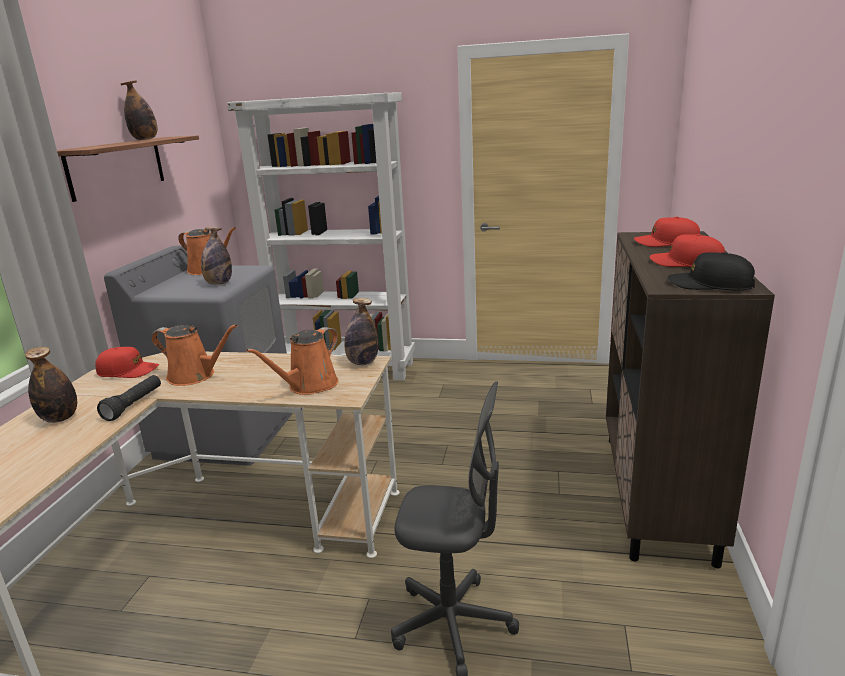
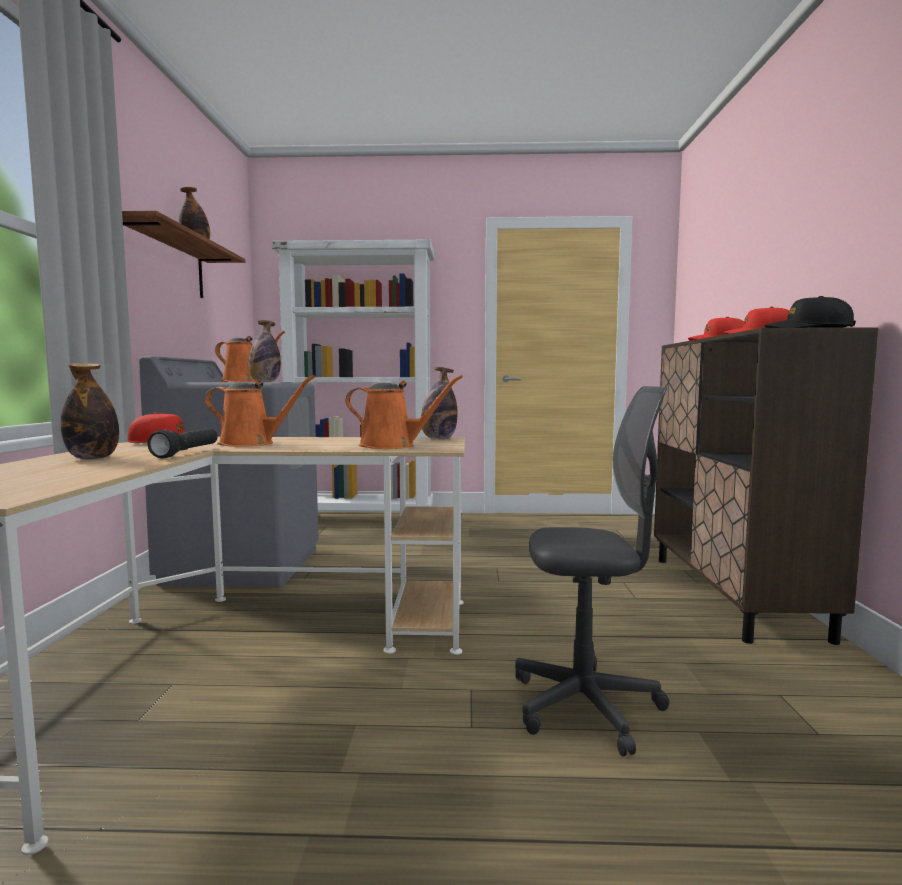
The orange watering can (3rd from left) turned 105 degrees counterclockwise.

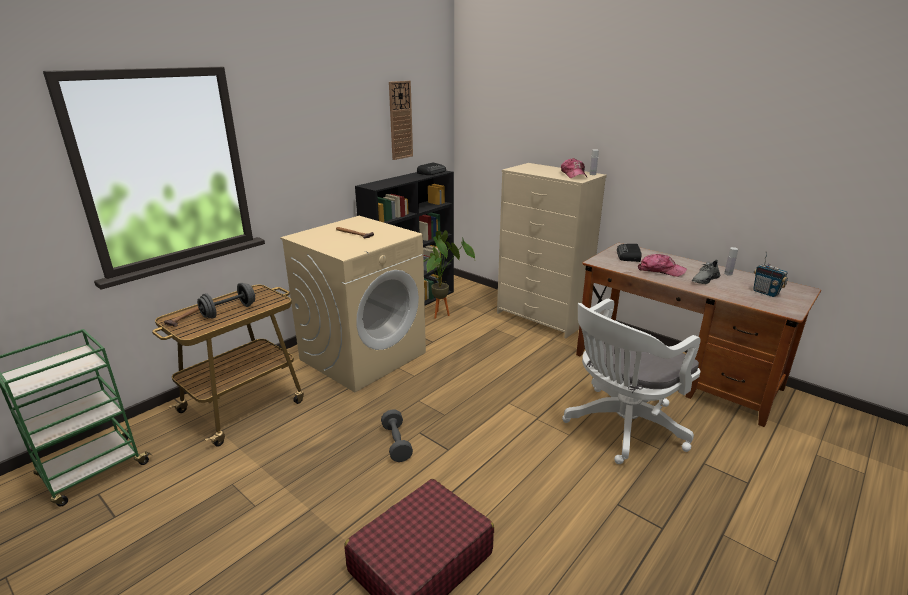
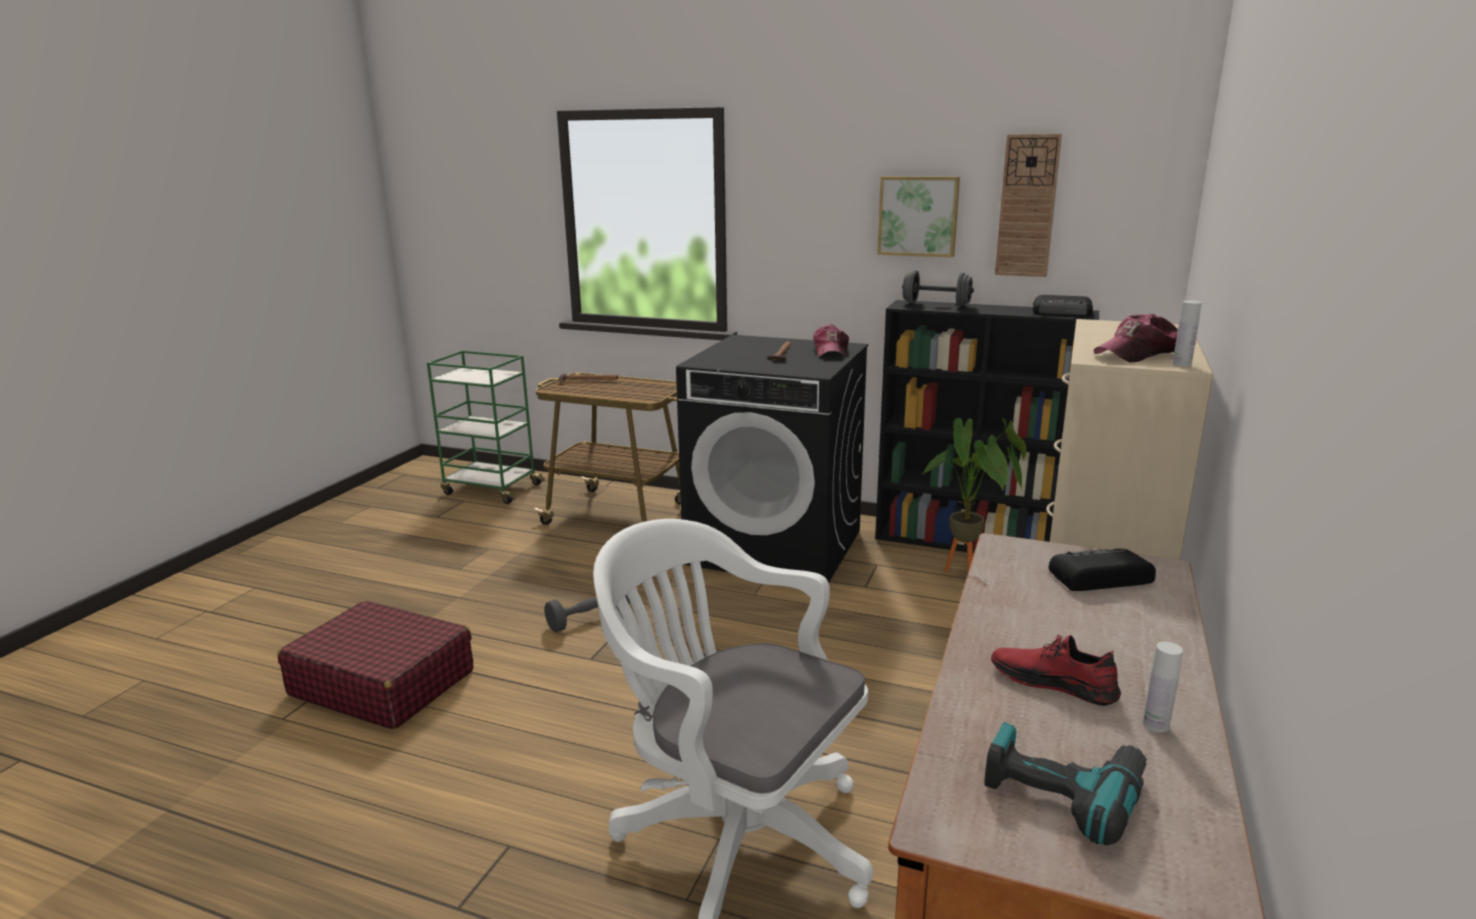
The picture appeared. The grey dumbbell (1st from left in the first image) moved. The cap (2nd from left in the first image) moved. The radio (3rd from left) was replaced by the power drill. The beige washing machine became the black washing machine. The grey shoe became the red shoe.

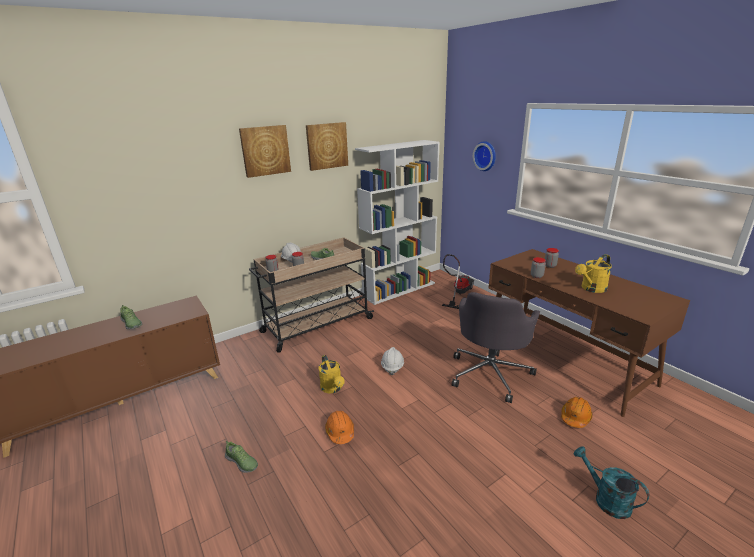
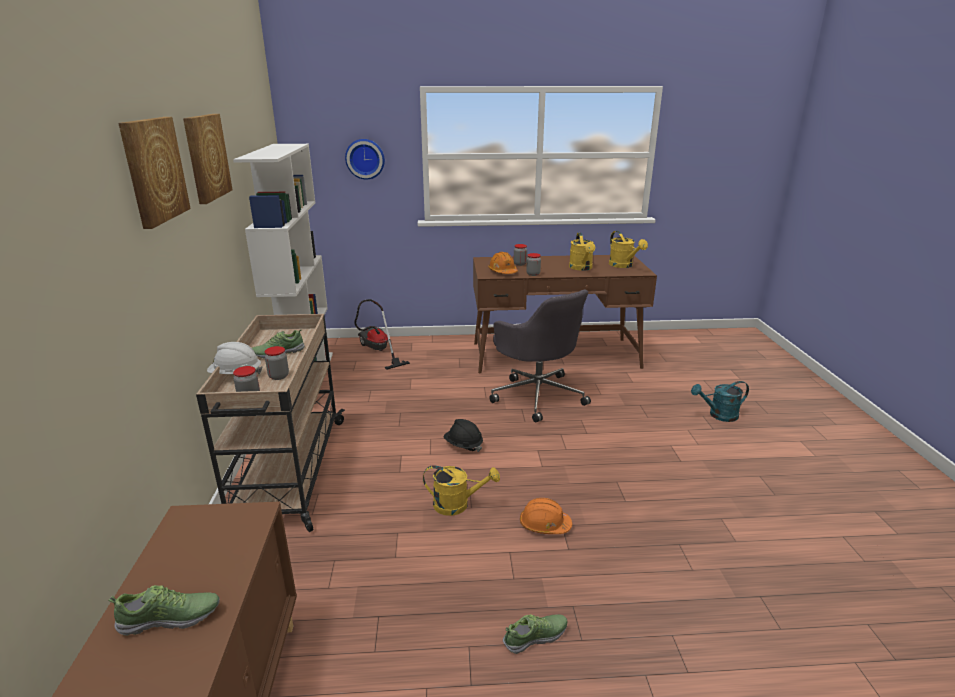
The yellow watering can (3rd from left) appeared. The orange hard hat (2nd from left in the first image) moved. The white hard hat (2nd from left) became the black hard hat.

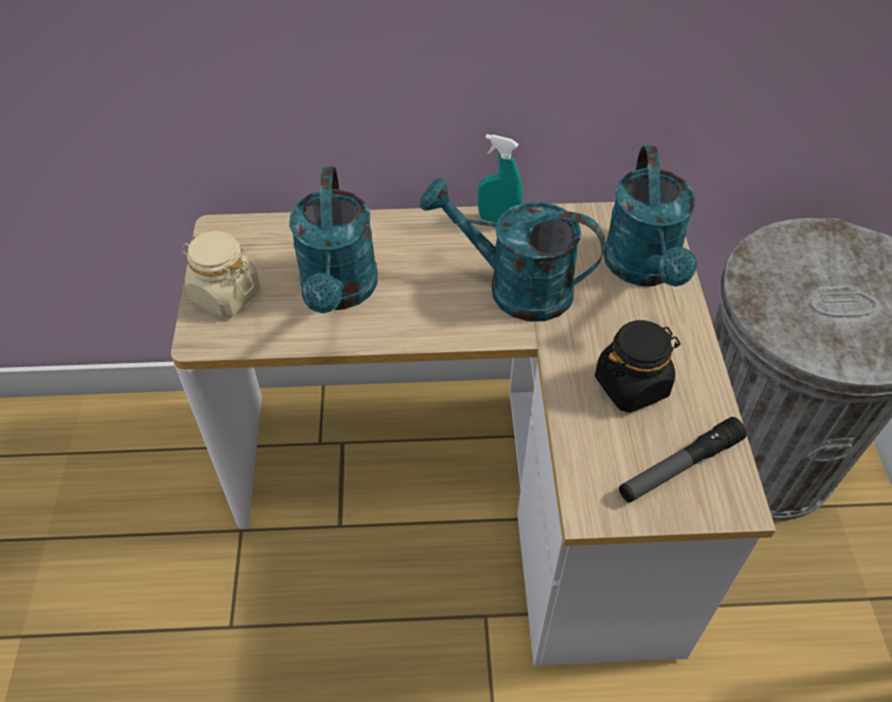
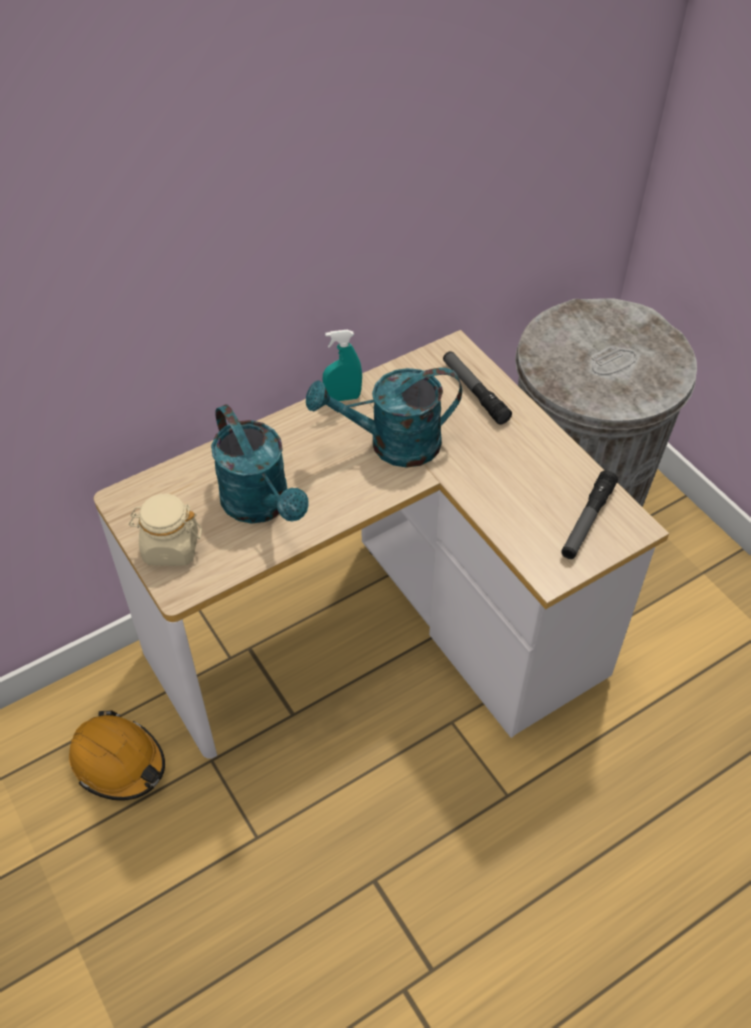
The black jar disappeared. The orange hard hat appeared. The turquoise watering can (3rd from left) was replaced by the flashlight (1st from left).

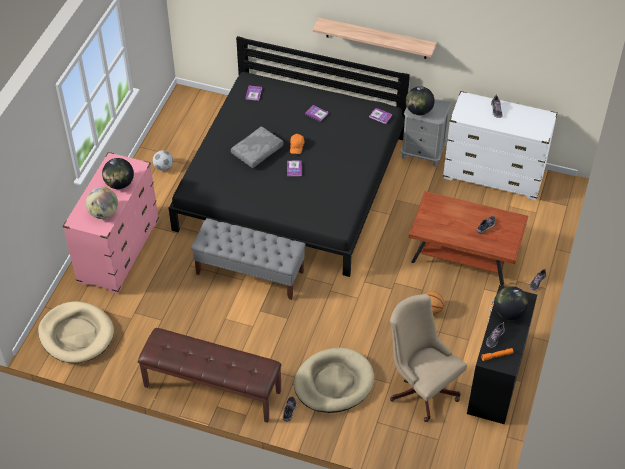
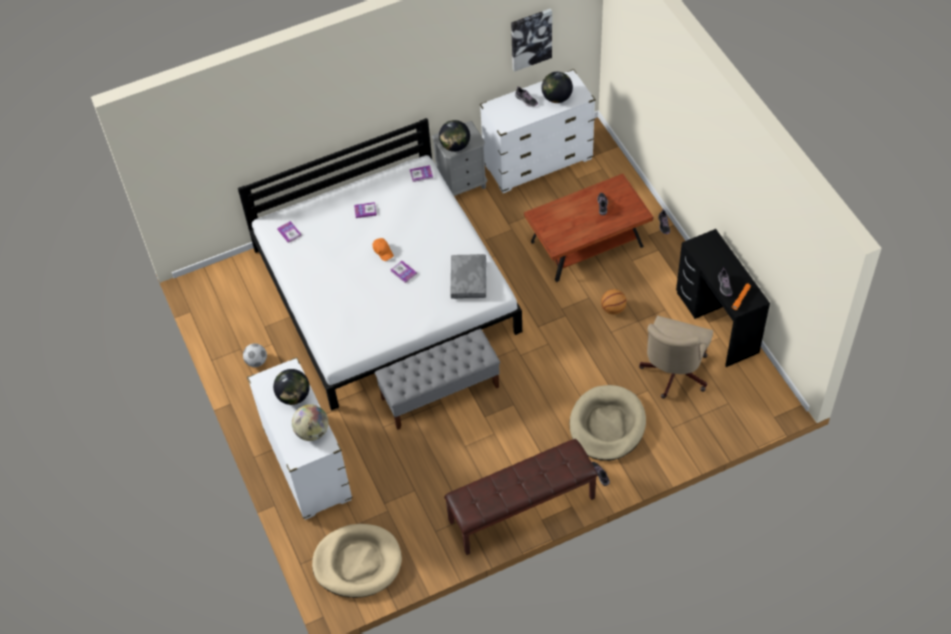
The shelf disappeared. The picture appeared. The grey pillow moved. The globe (4th from left) moved. The pink dresser became the white dresser (1st from left). The black bed became the white bed. The beige office chair turned 75 degrees counterclockwise.

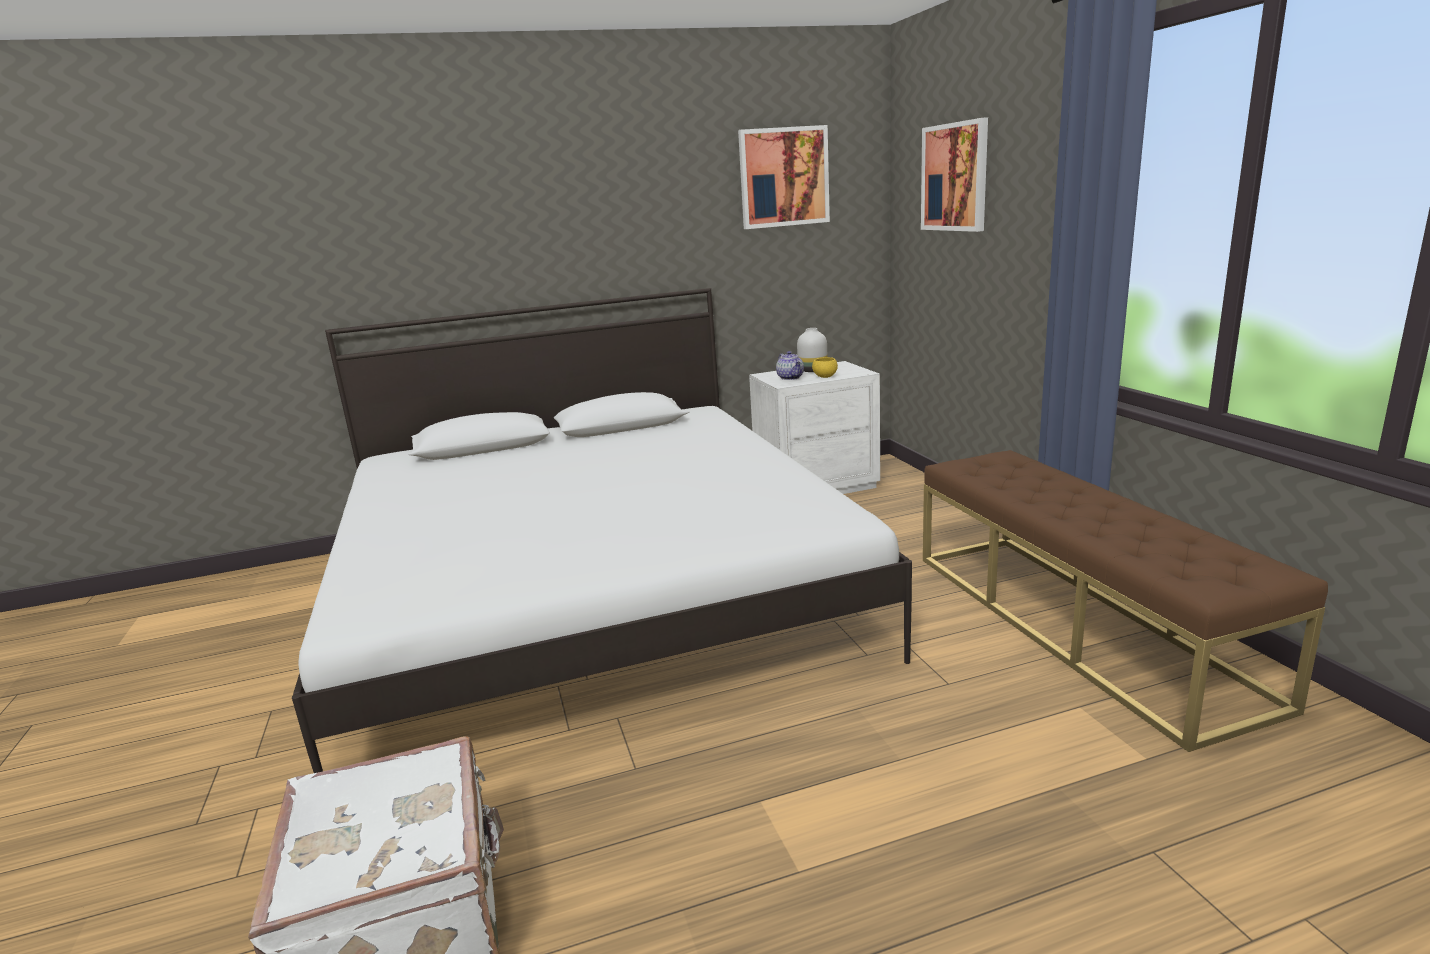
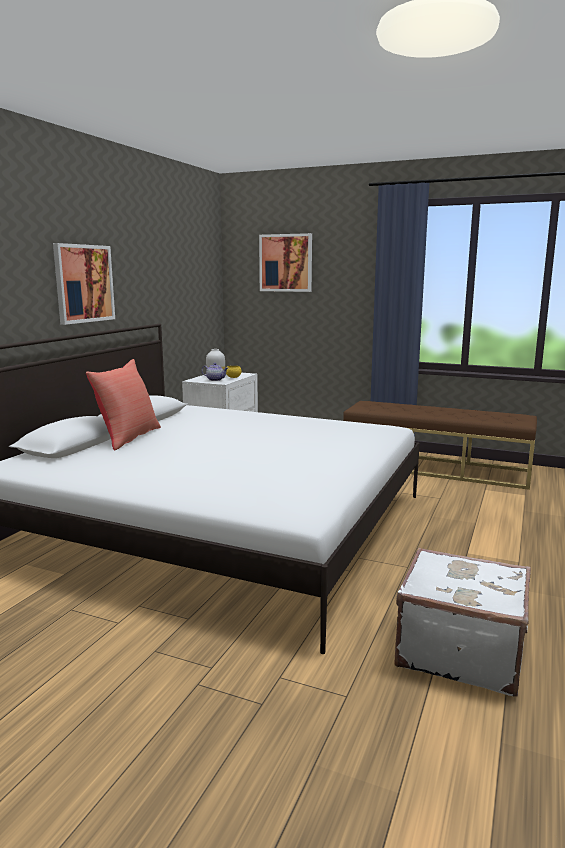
The red pillow appeared. The picture (1st from left) moved.

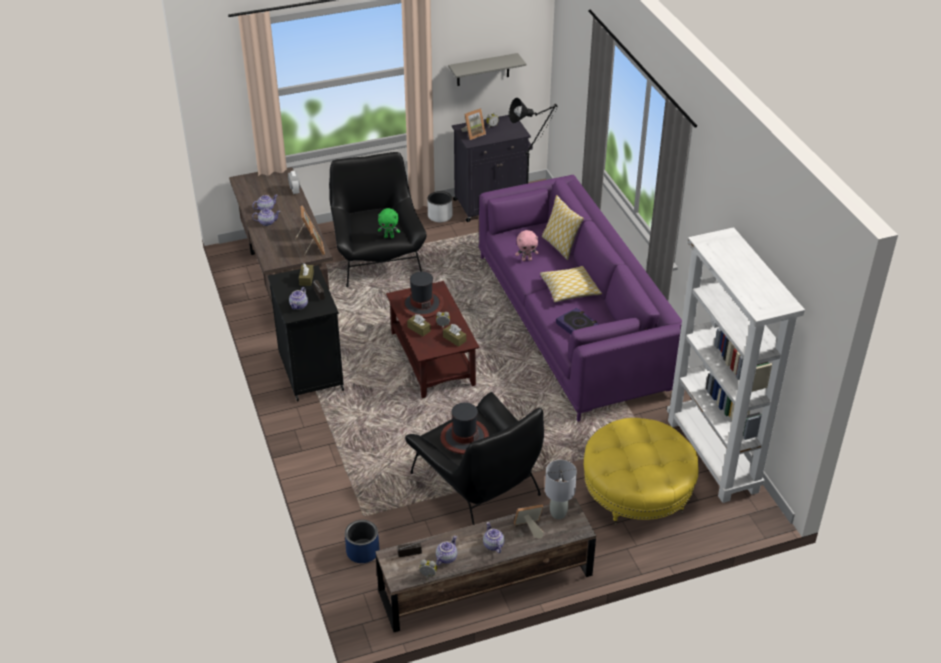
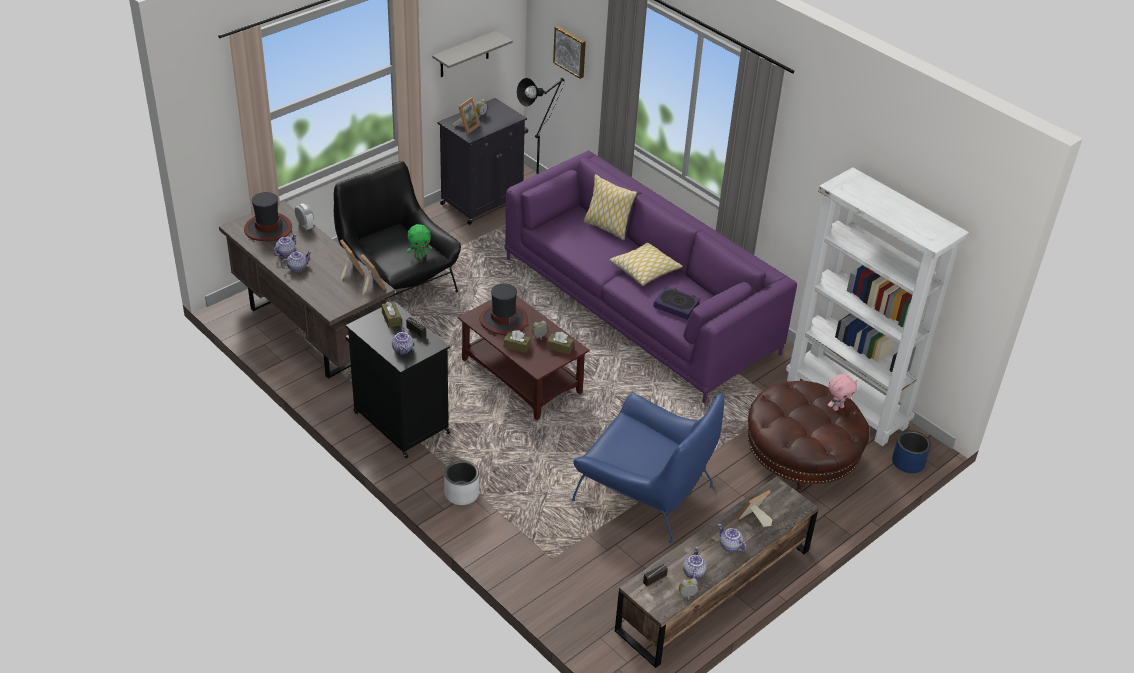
The grey table lamp disappeared. The picture appeared. The blue planter moved. The white planter moved. The hat (2nd from left in the first image) moved. The pink plush toy moved. The black armchair (2nd from left) became the blue armchair. The yellow ottoman became the brown ottoman.

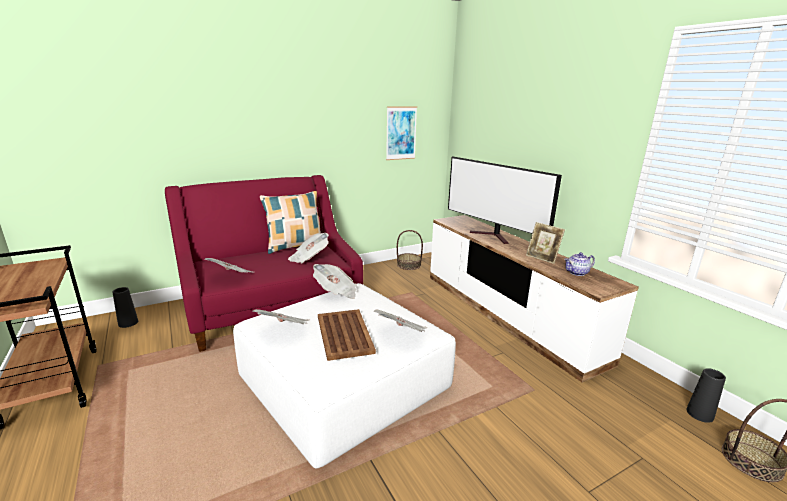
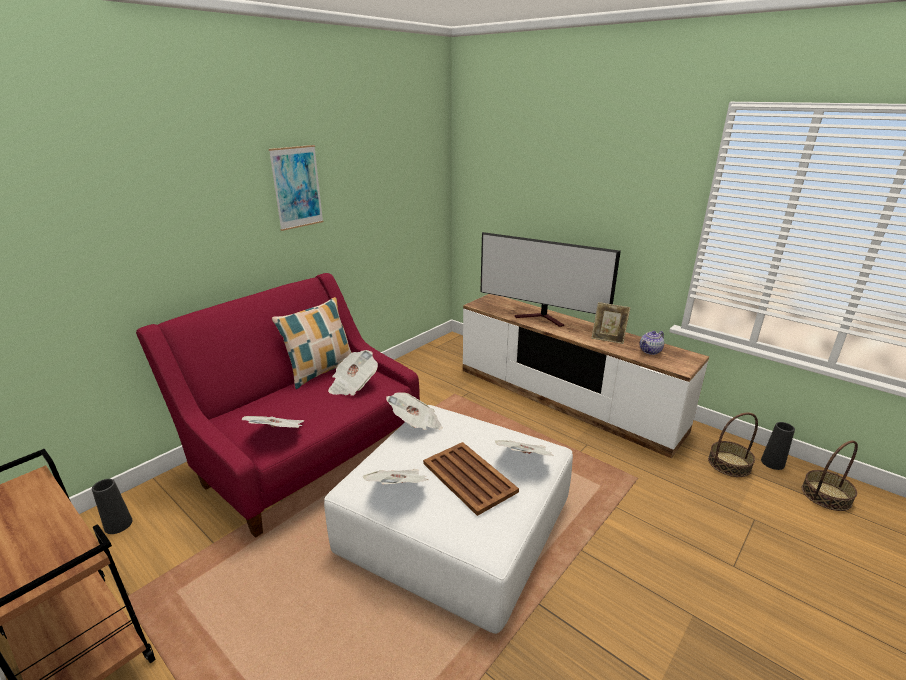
The picture moved. The basket (1st from left) moved.

